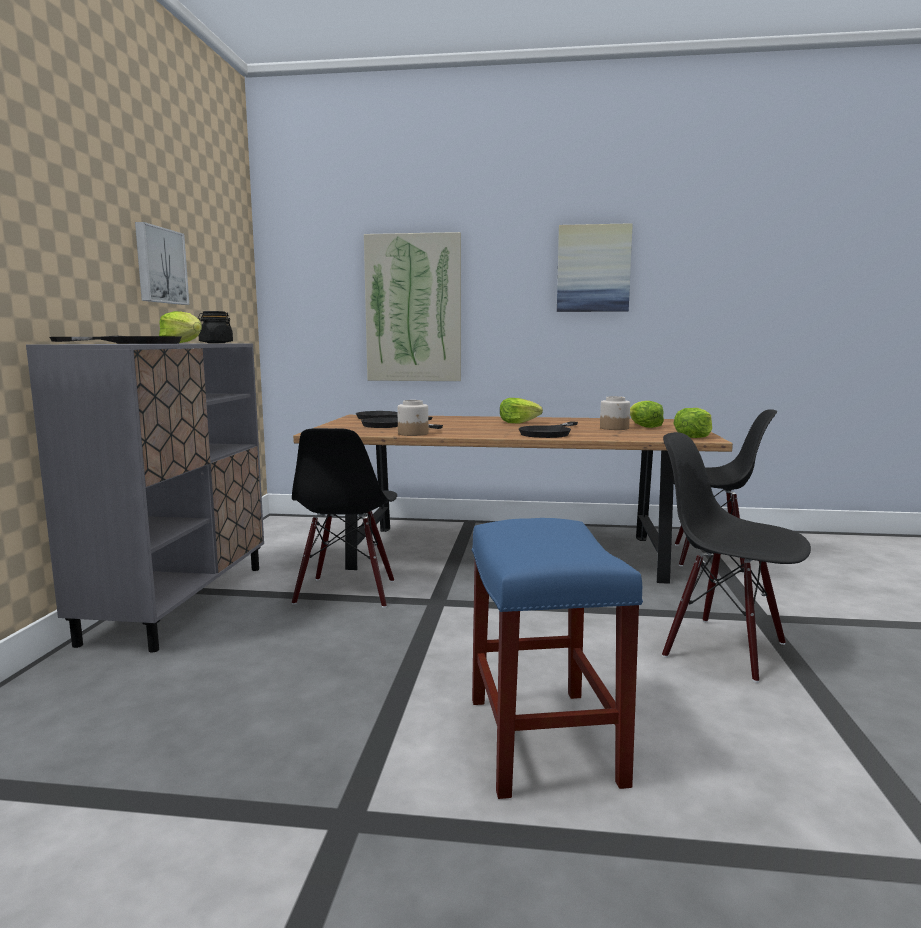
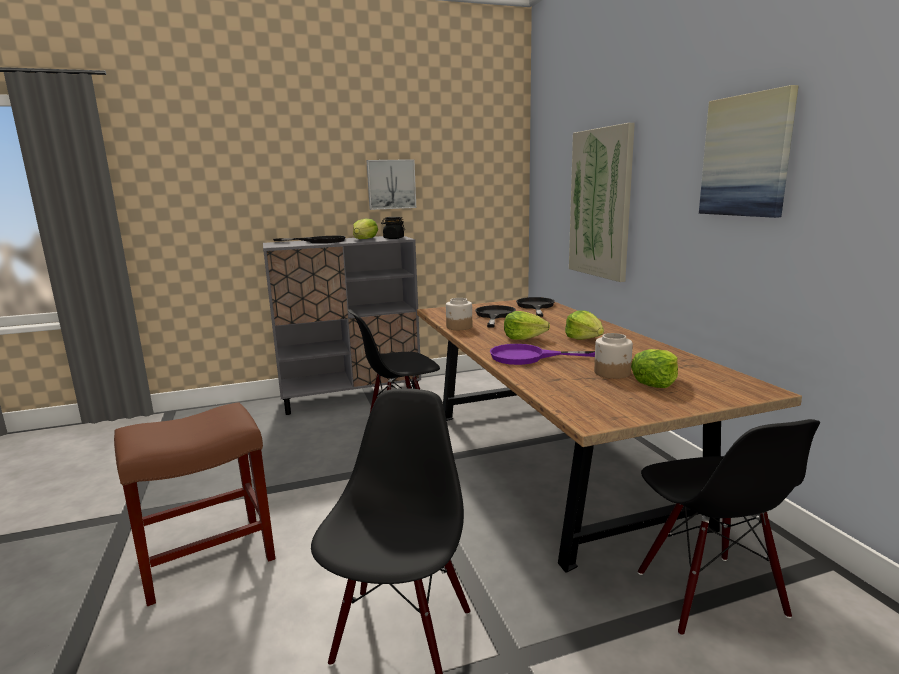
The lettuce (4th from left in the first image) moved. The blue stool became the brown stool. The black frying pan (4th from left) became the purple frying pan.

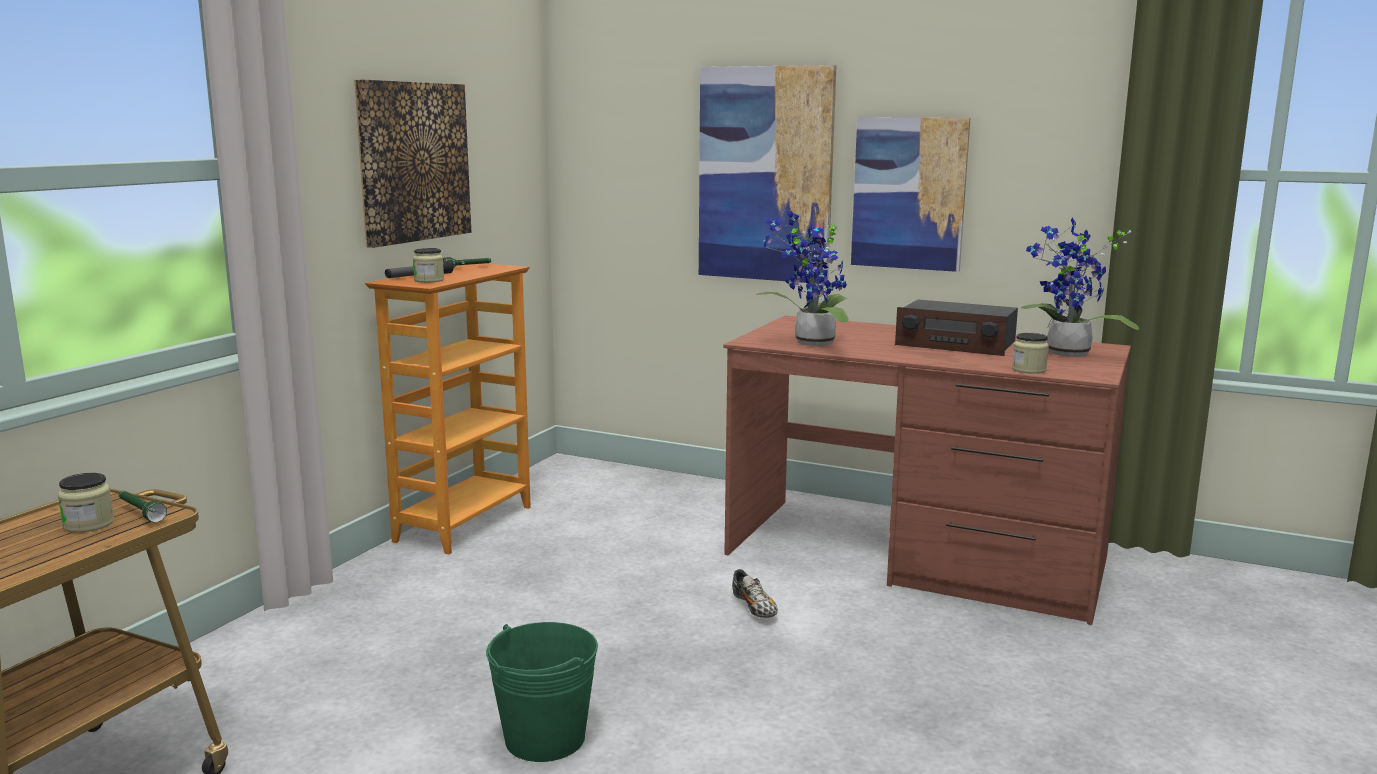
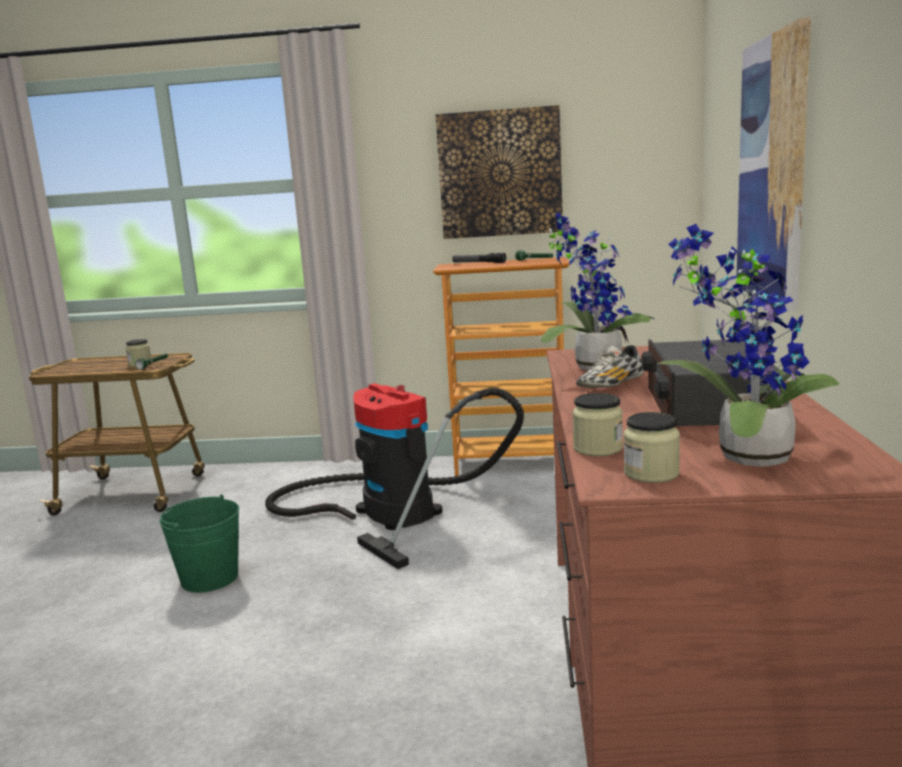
The picture (3rd from left) disappeared. The vacuum cleaner appeared. The jar (2nd from left in the first image) moved. The shoe moved.

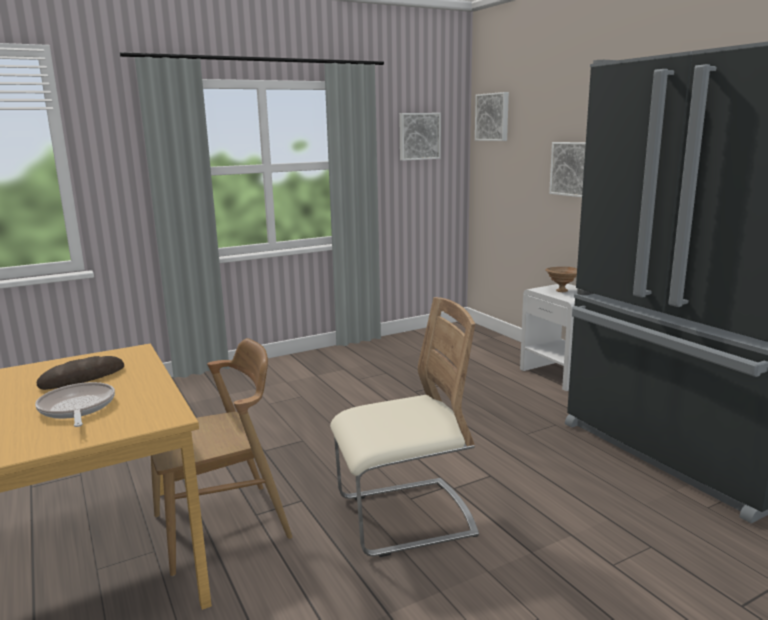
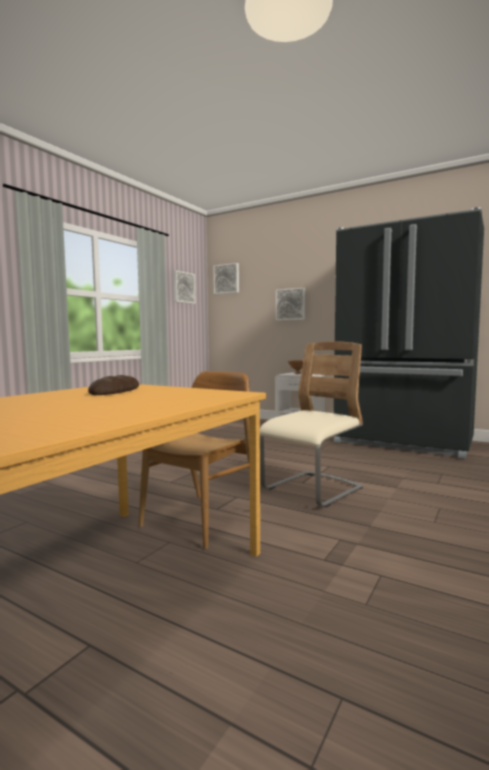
The frying pan disappeared.

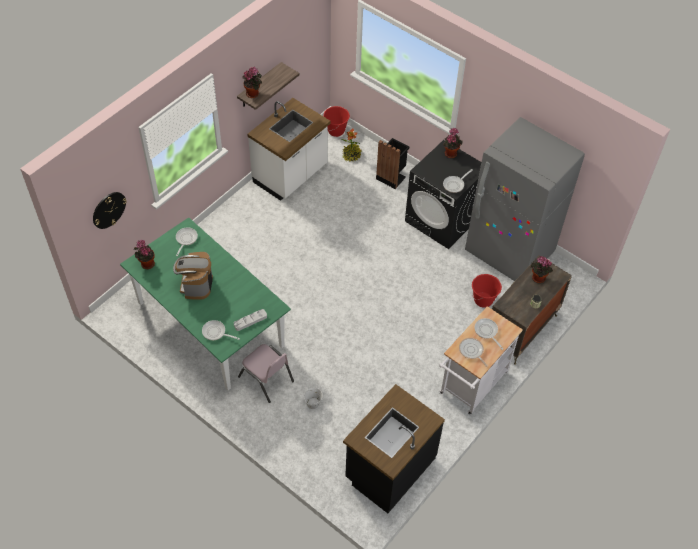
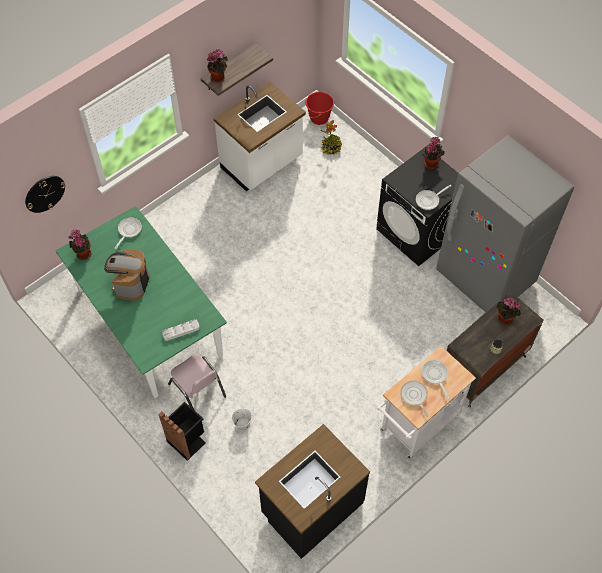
The frying pan (2nd from left) disappeared. The red bucket (2nd from left) disappeared. The black trash can moved.

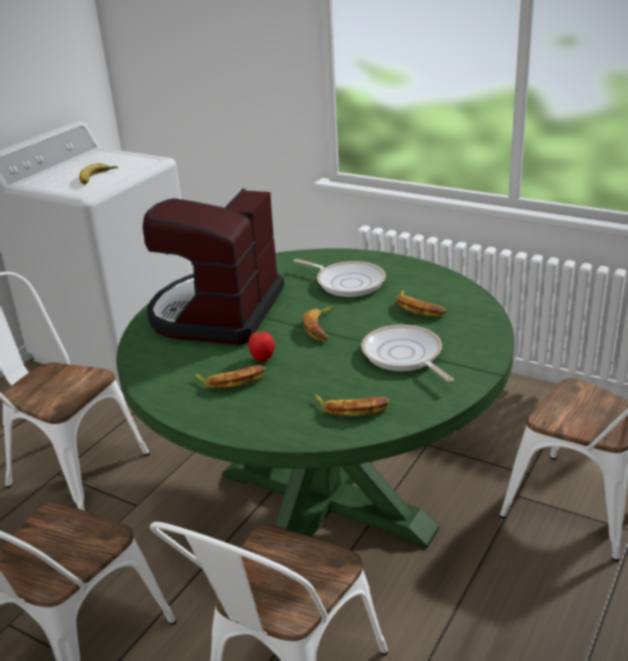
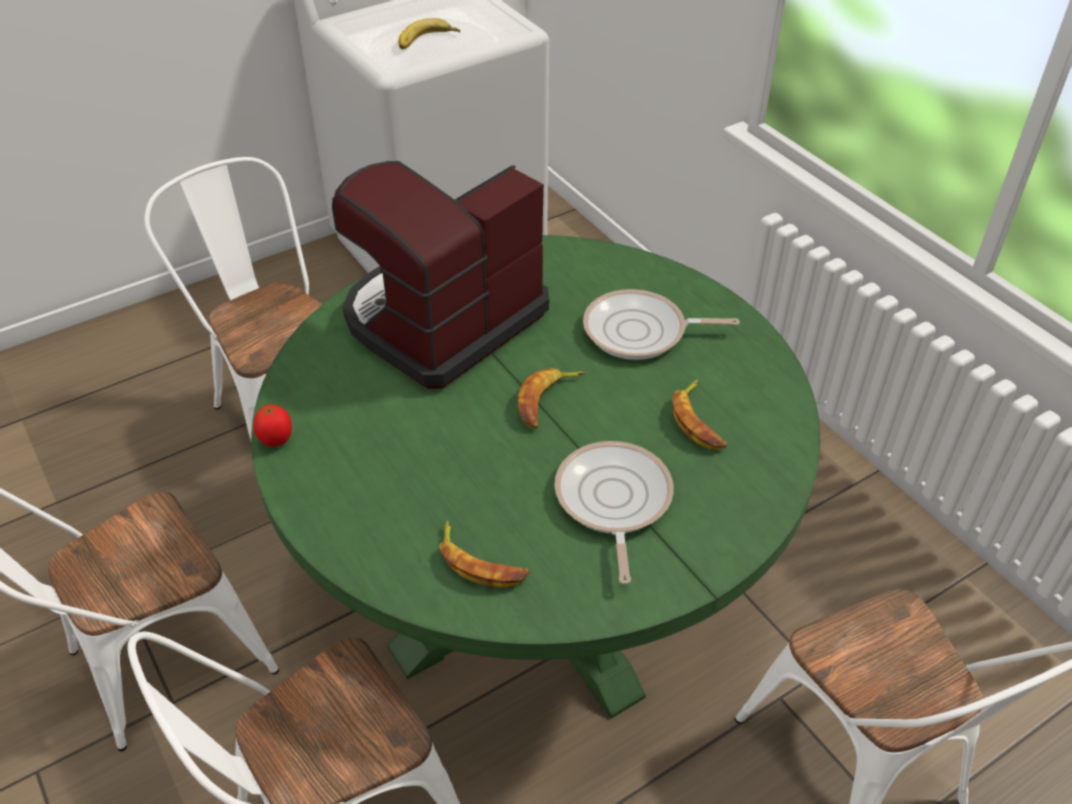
The banana (2nd from left) disappeared. The tomato moved. The frying pan (1st from left in the first image) turned 120 degrees clockwise.

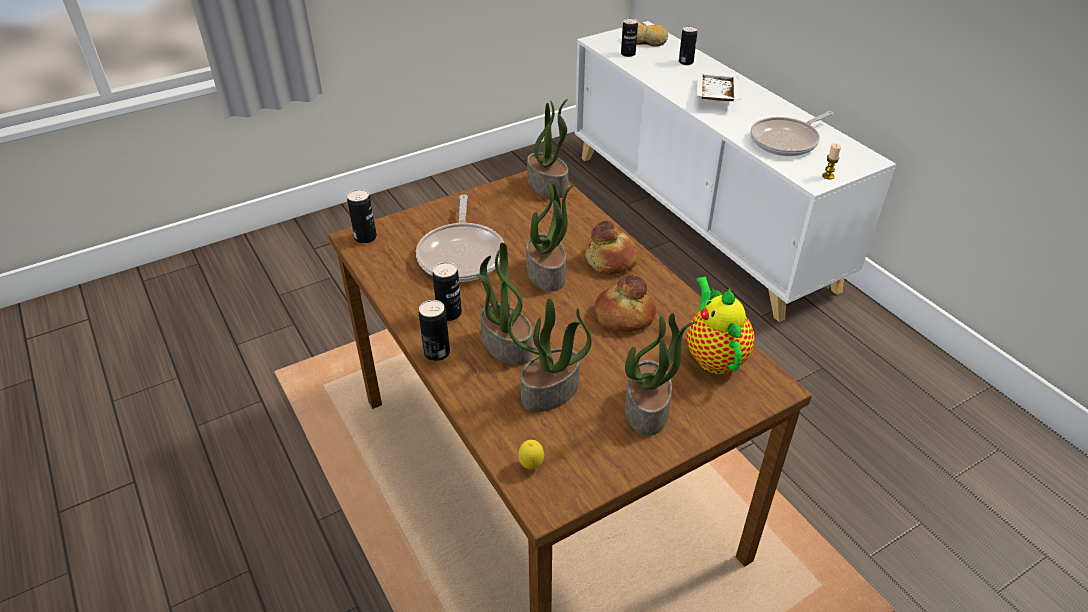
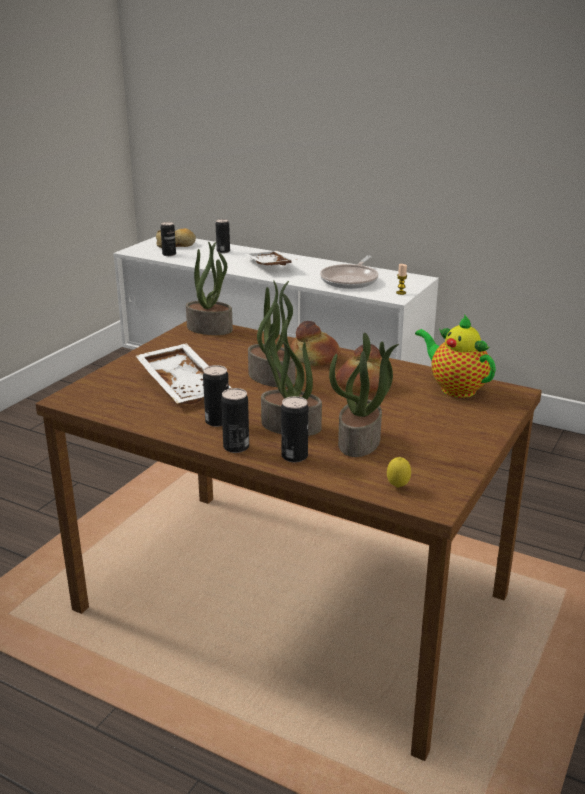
The potted plant (5th from left) disappeared. The can (1st from left in the first image) moved. The frying pan (1st from left) was replaced by the white tray (1st from left).

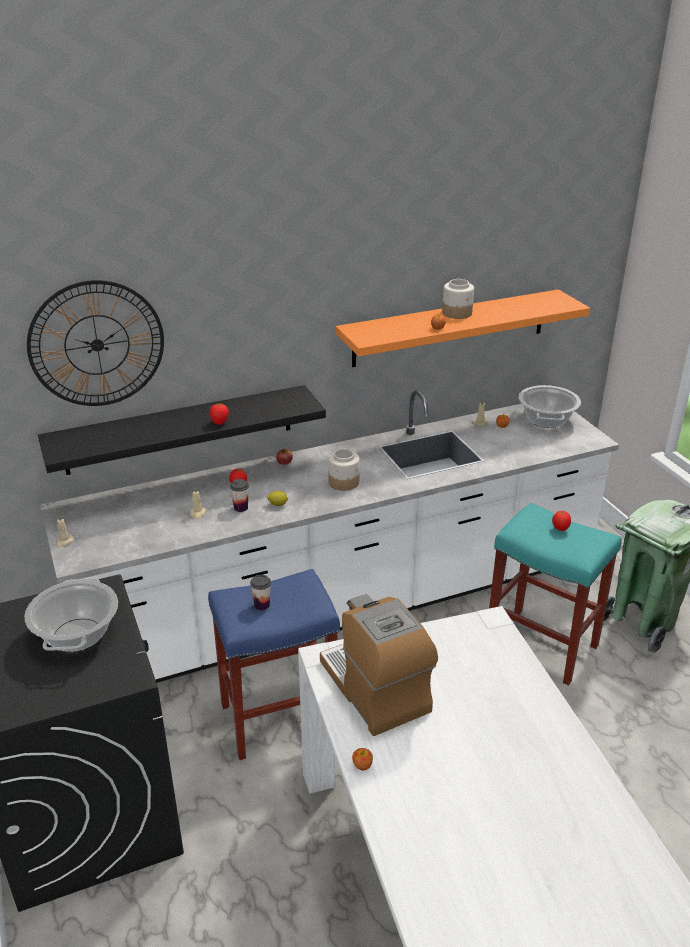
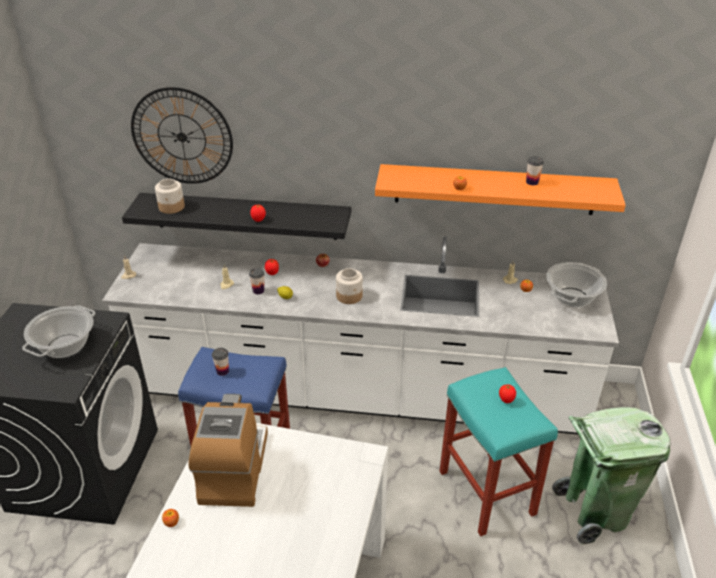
The cup (3rd from left) appeared. The jar (2nd from left in the first image) moved.

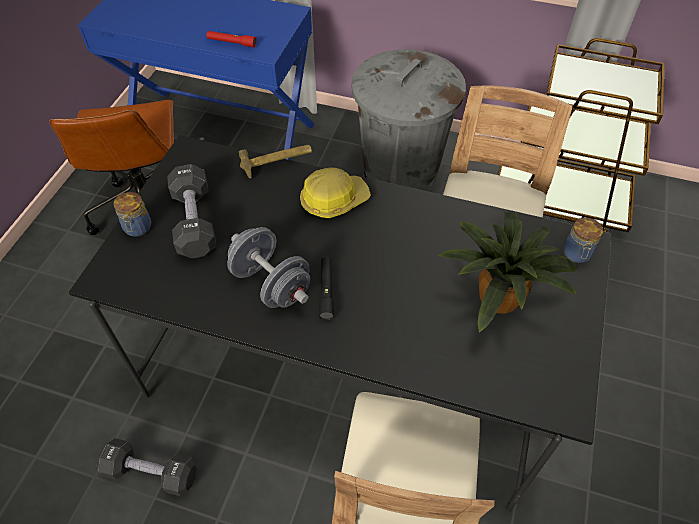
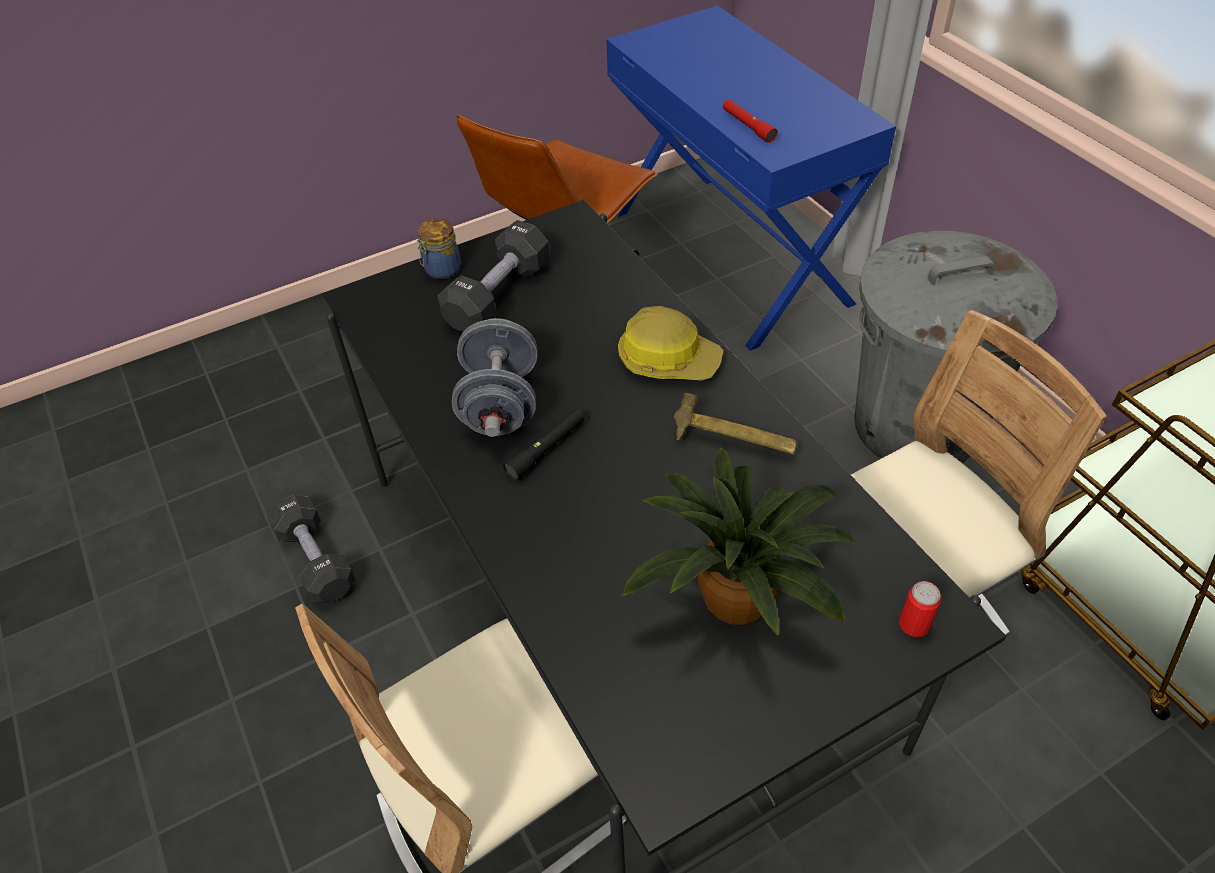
The hammer moved. The jar (2nd from left) was replaced by the can.

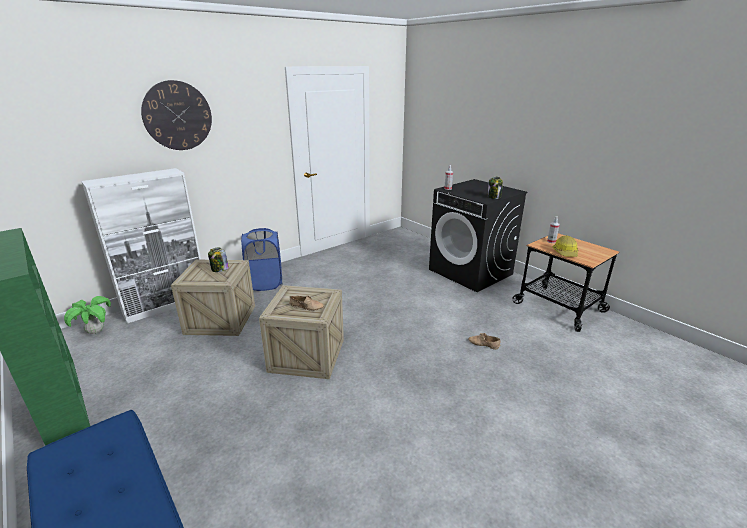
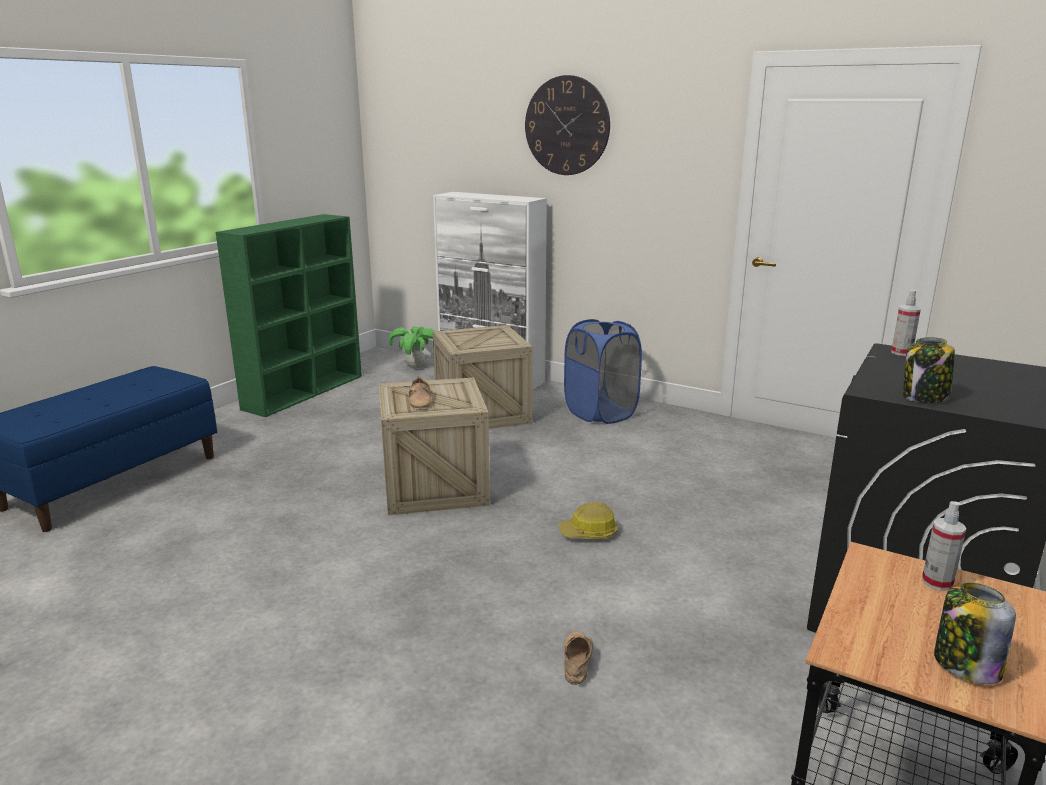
The jar (1st from left in the first image) moved. The hard hat moved.

